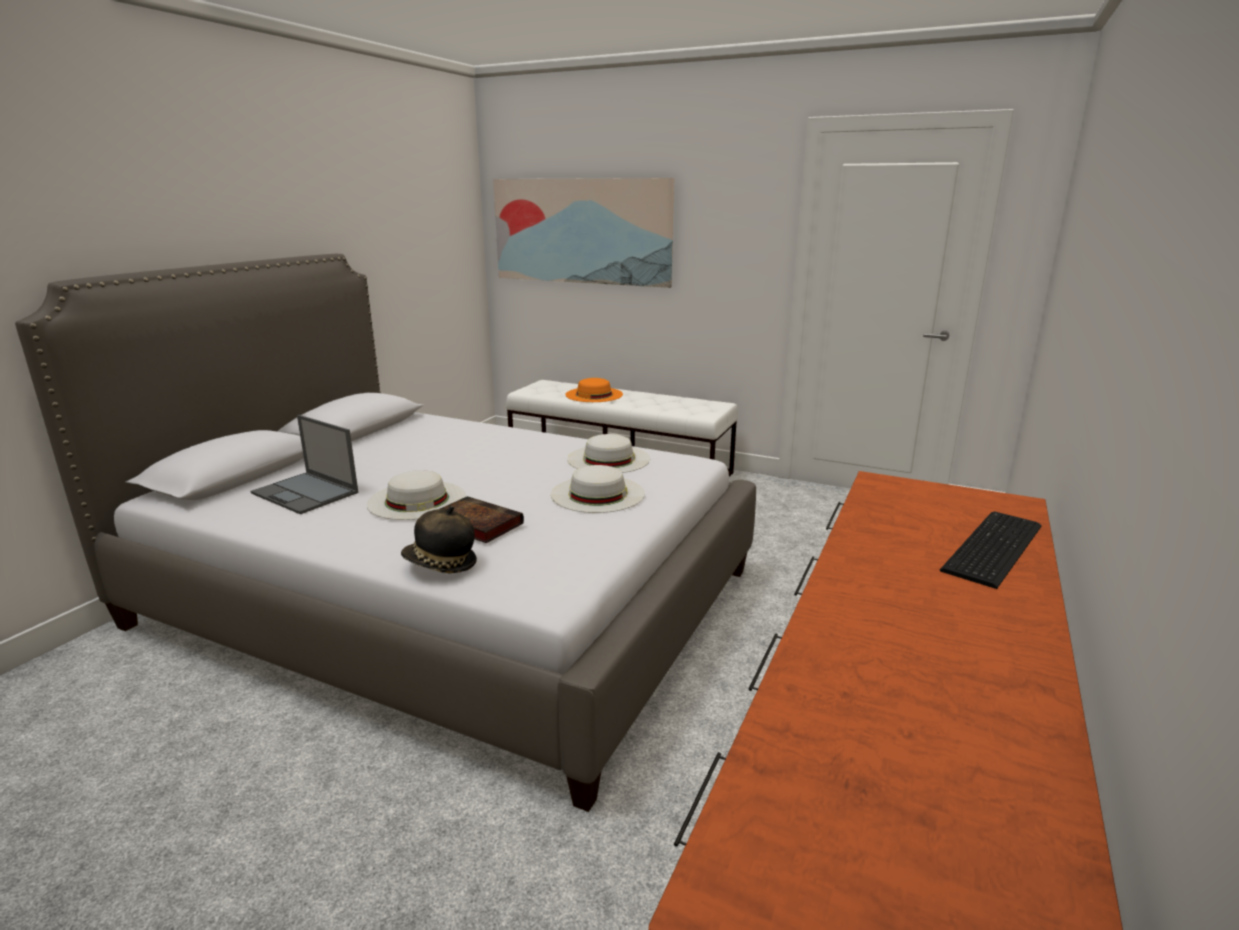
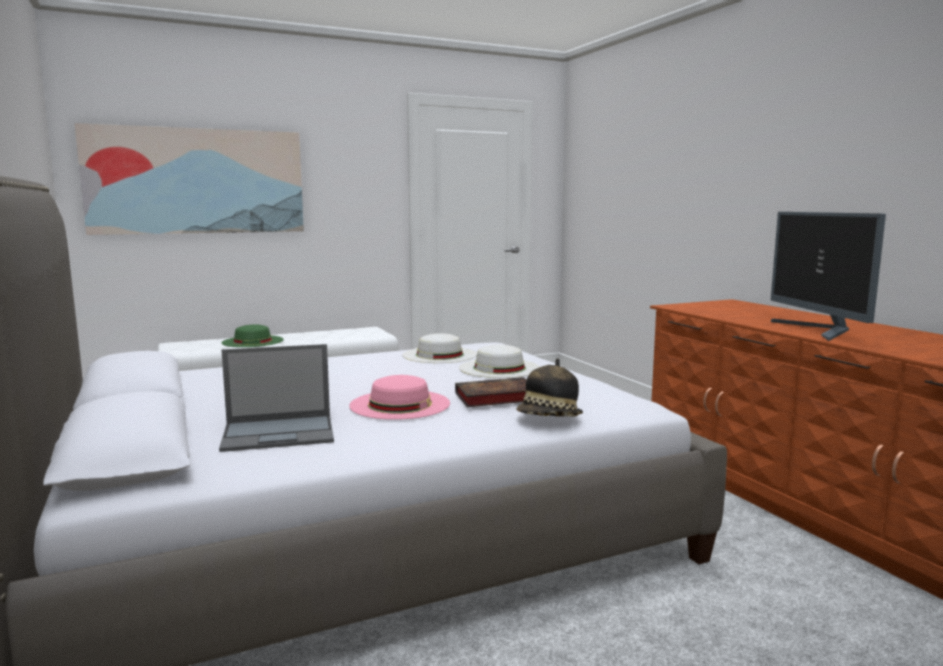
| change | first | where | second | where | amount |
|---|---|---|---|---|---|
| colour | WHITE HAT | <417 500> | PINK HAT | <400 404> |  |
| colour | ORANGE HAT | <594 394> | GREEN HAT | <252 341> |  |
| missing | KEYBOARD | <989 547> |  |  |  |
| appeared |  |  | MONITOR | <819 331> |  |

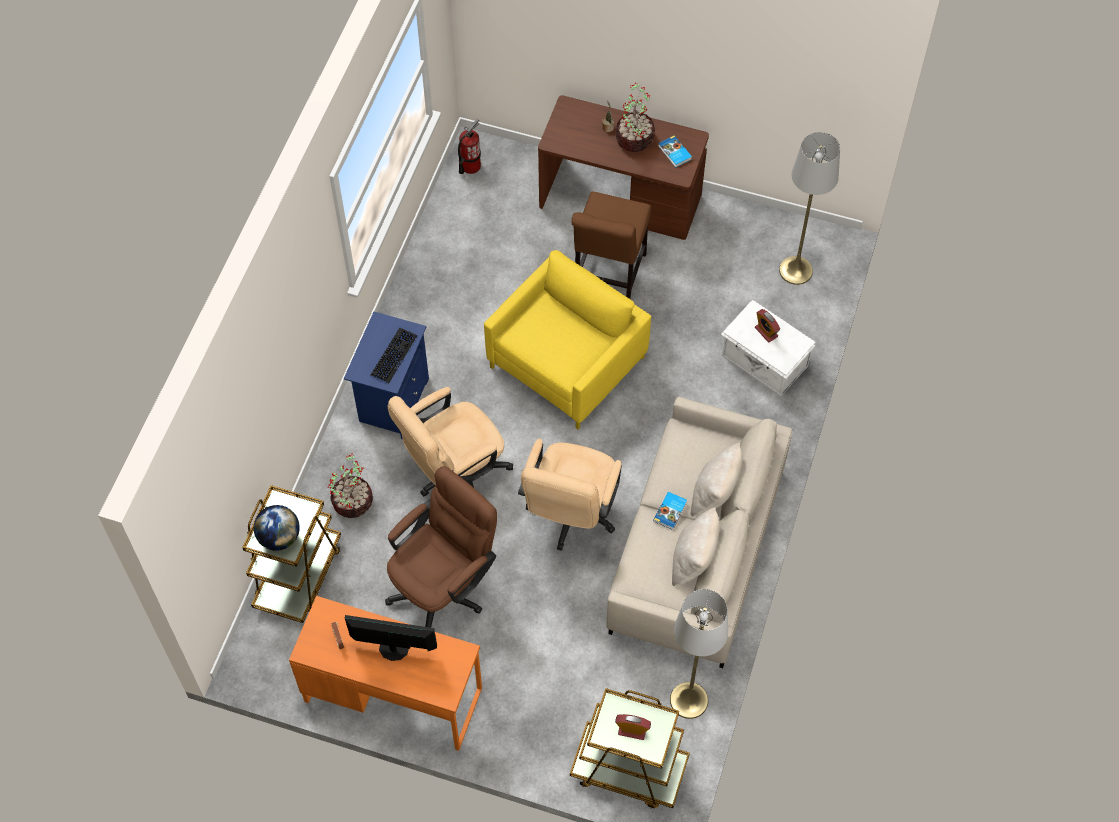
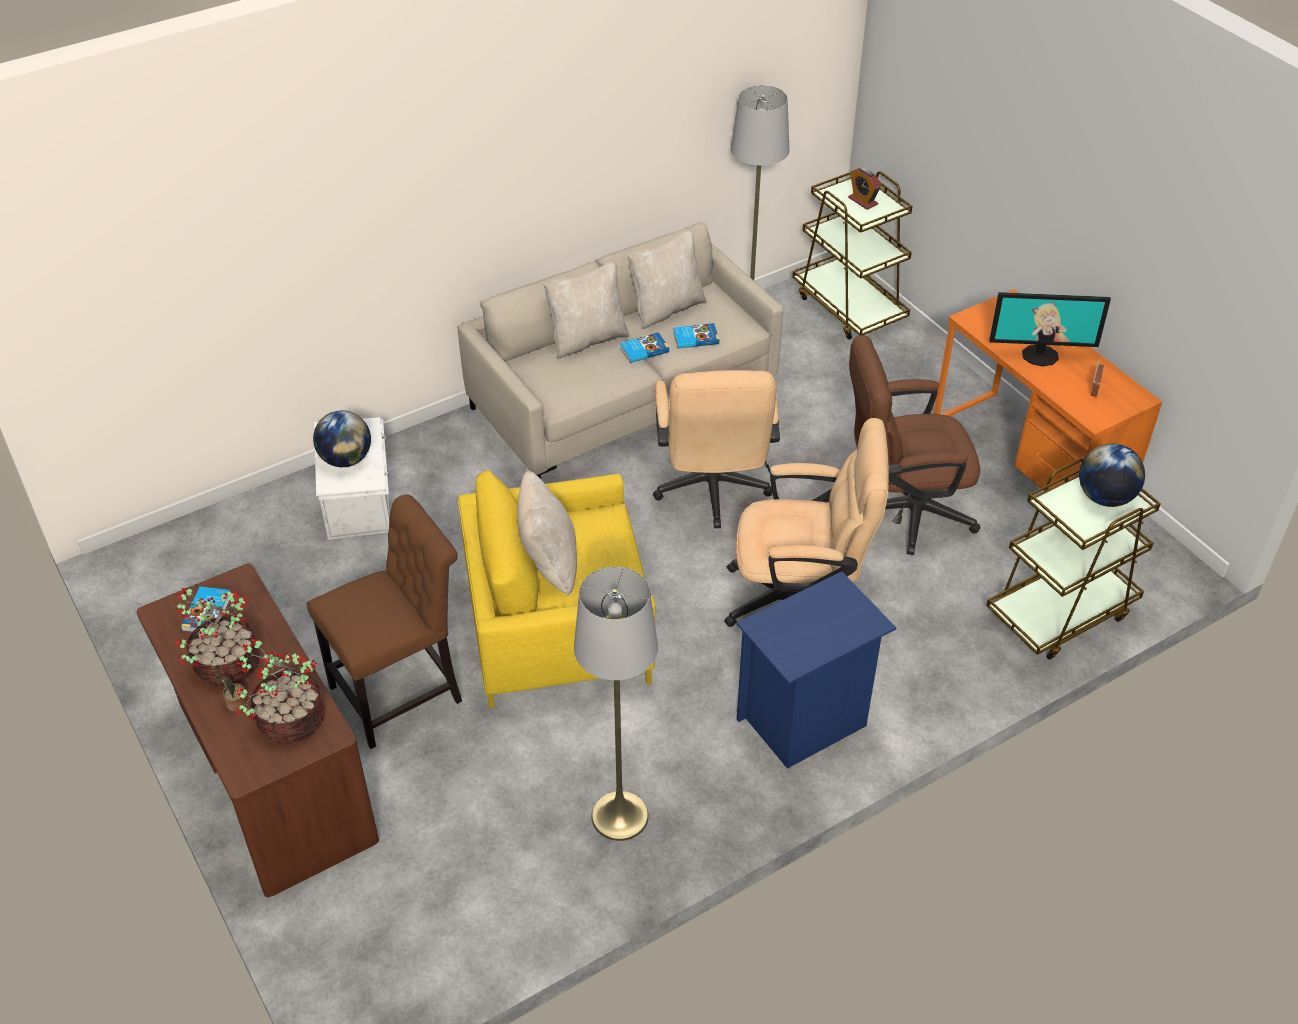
| change | first | where | second | where | amount |
|---|---|---|---|---|---|
| relocated | POTTED PLANT | <353 501> |  | <289 721> |  |
| spun | MONITOR | <393 648> |  | <1040 355> | 45 degrees counterclockwise |
| missing | KEYBOARD | <393 355> |  |  |  |
| missing | FIRE EXTINGUISHER | <470 166> |  |  |  |
| spun | BEIGE OFFICE CHAIR | <570 516> |  | <712 493> | 120 degrees clockwise |
| exchanged | ALARM CLOCK | <766 332> | GLOBE | <346 459> |  |
| relocated | GREY FLOOR LAMP | <796 270> |  | <619 816> |  |
| appeared |  |  | BEIGE PILLOW | <549 563> |  |
| appeared |  |  | BOOK | <695 338> |  |

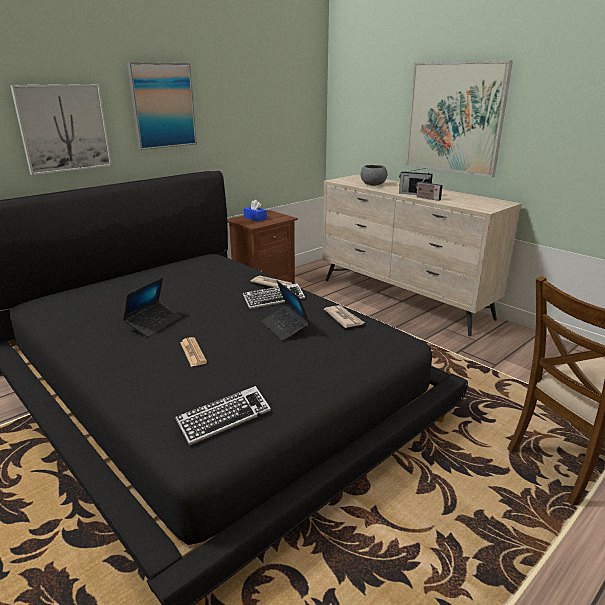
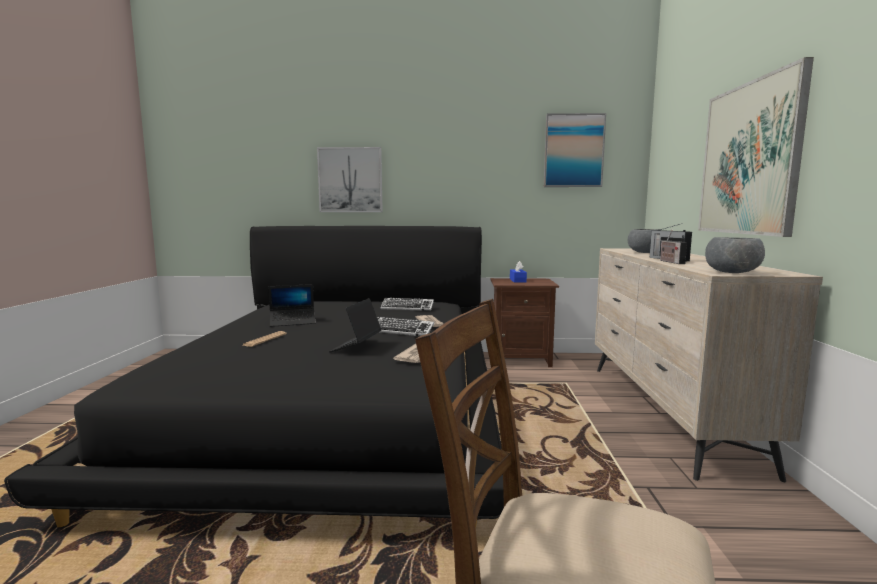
| change | first | where | second | where | amount |
|---|---|---|---|---|---|
| relocated | PICTURE | <163 106> |  | <573 151> |  |
| relocated | KEYBOARD | <224 419> |  | <407 308> |  |
| appeared |  |  | GREY BOWL | <732 272> |  |

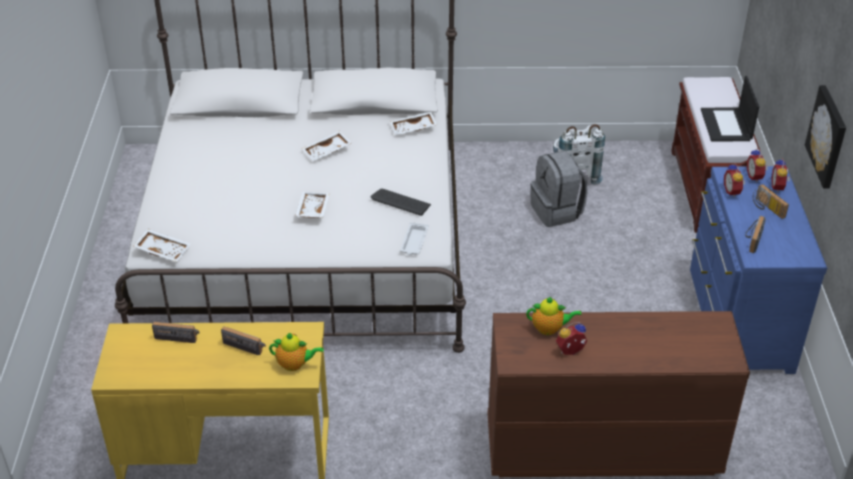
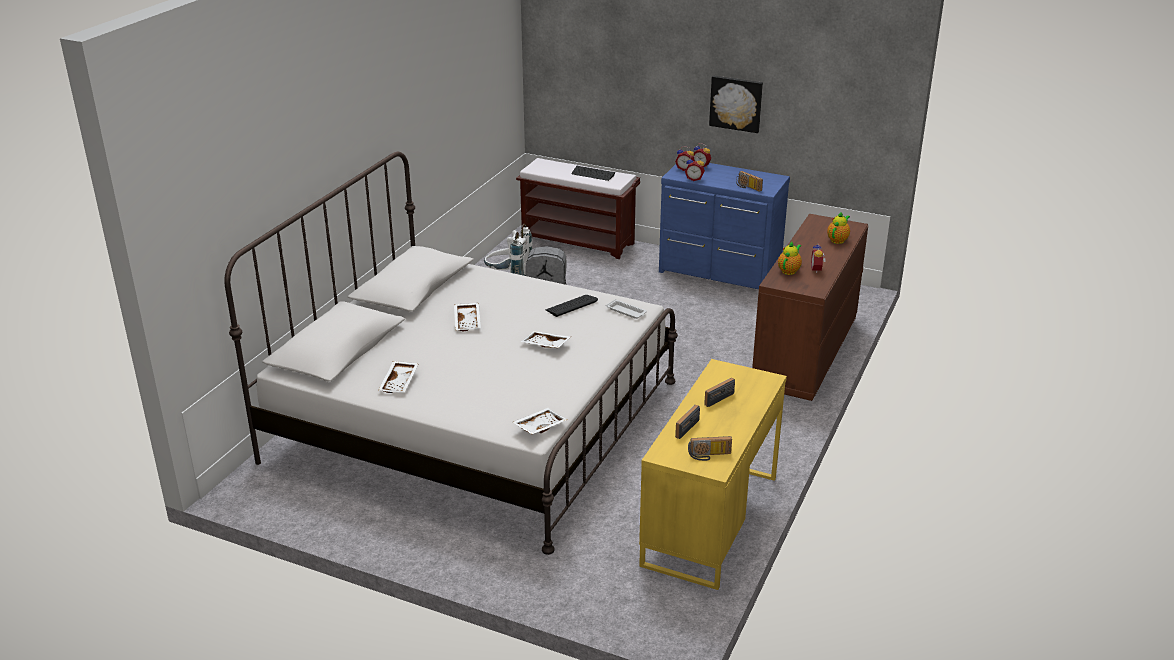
| change | first | where | second | where | amount |
|---|---|---|---|---|---|
| relocated | TEAPOT | <295 364> |  | <838 240> |  |
| relocated | WHITE TRAY | <413 129> |  | <400 382> |  |
| exchanged | LAPTOP | <726 125> | KEYBOARD | <593 174> |  |
| relocated | RADIO | <766 208> |  | <709 456> |  |

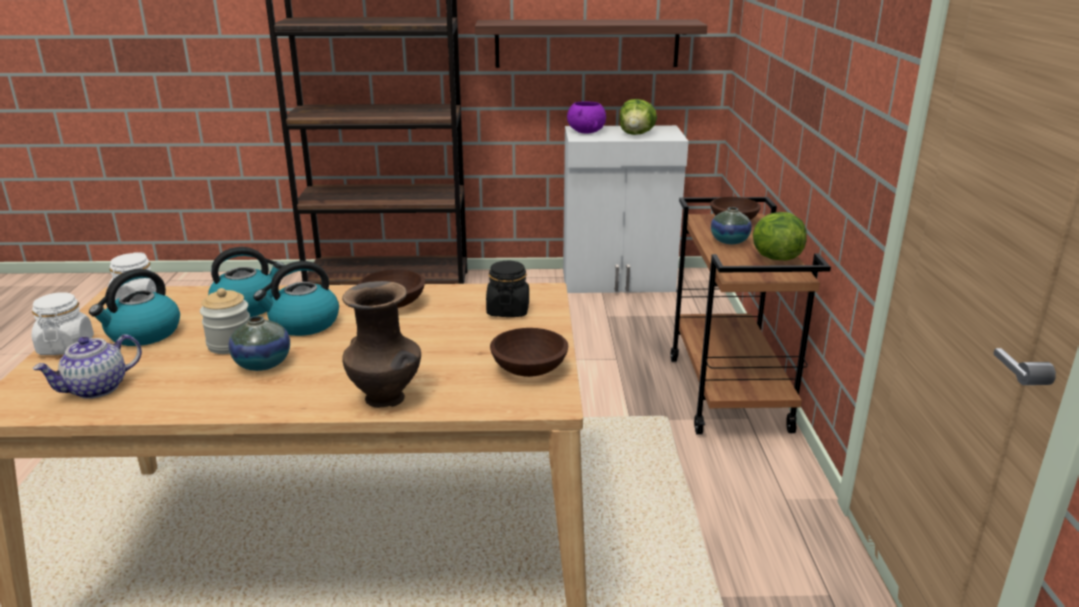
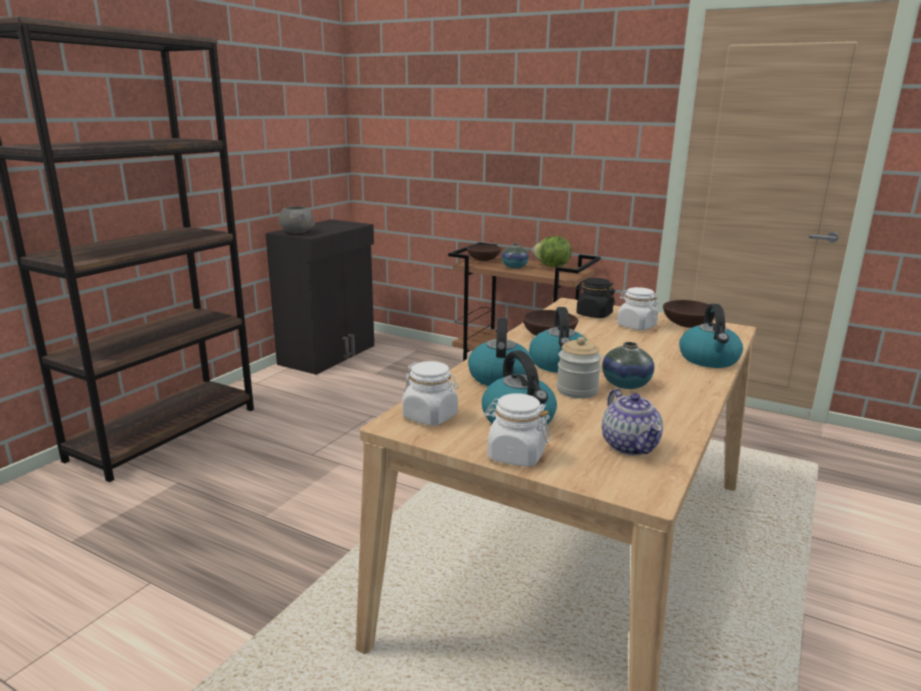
| change | first | where | second | where | amount |
|---|---|---|---|---|---|
| exchanged | BROWN VASE | <386 399> | KETTLE | <709 360> |  |
| missing | SHELF | <587 43> |  |  |  |
| colour | WHITE CABINET | <618 281> | BLACK CABINET | <329 355> |  |
| colour | PURPLE BOWL | <586 132> | GREY BOWL | <297 232> |  |
| missing | LETTUCE | <636 134> |  |  |  |
| appeared |  |  | WHITE JAR | <636 326> |  |

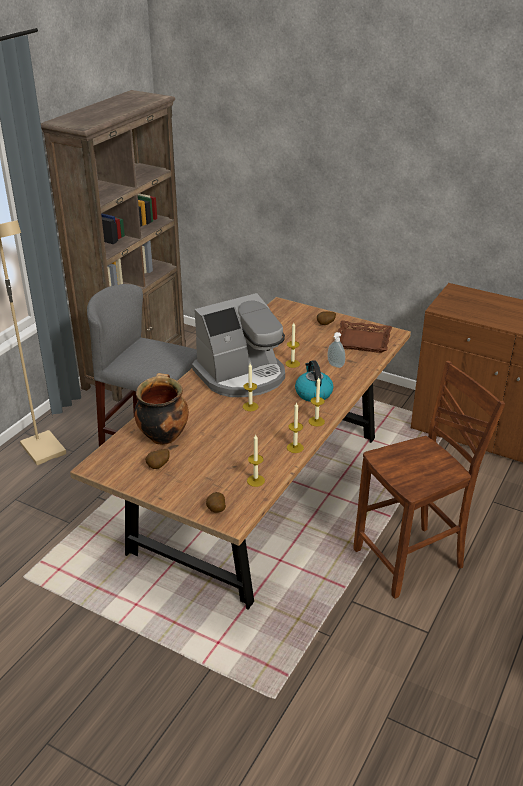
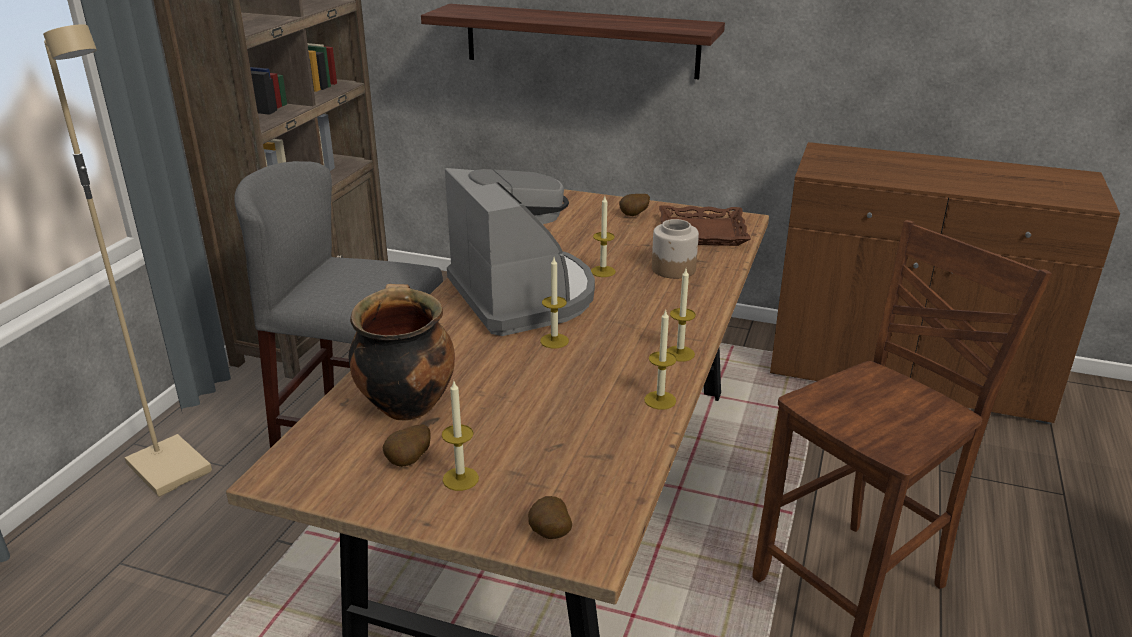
| change | first | where | second | where | amount |
|---|---|---|---|---|---|
| spun | COFFEE MACHINE | <242 376> |  | <523 296> | 75 degrees counterclockwise |
| relocated | CANDLE | <255 480> |  | <460 479> |  |
| missing | KETTLE | <313 393> |  |  |  |
| exchanged | SOAP DISPENSER | <335 366> | JAR | <674 269> |  |
| appeared |  |  | SHELF | <580 40> |  |

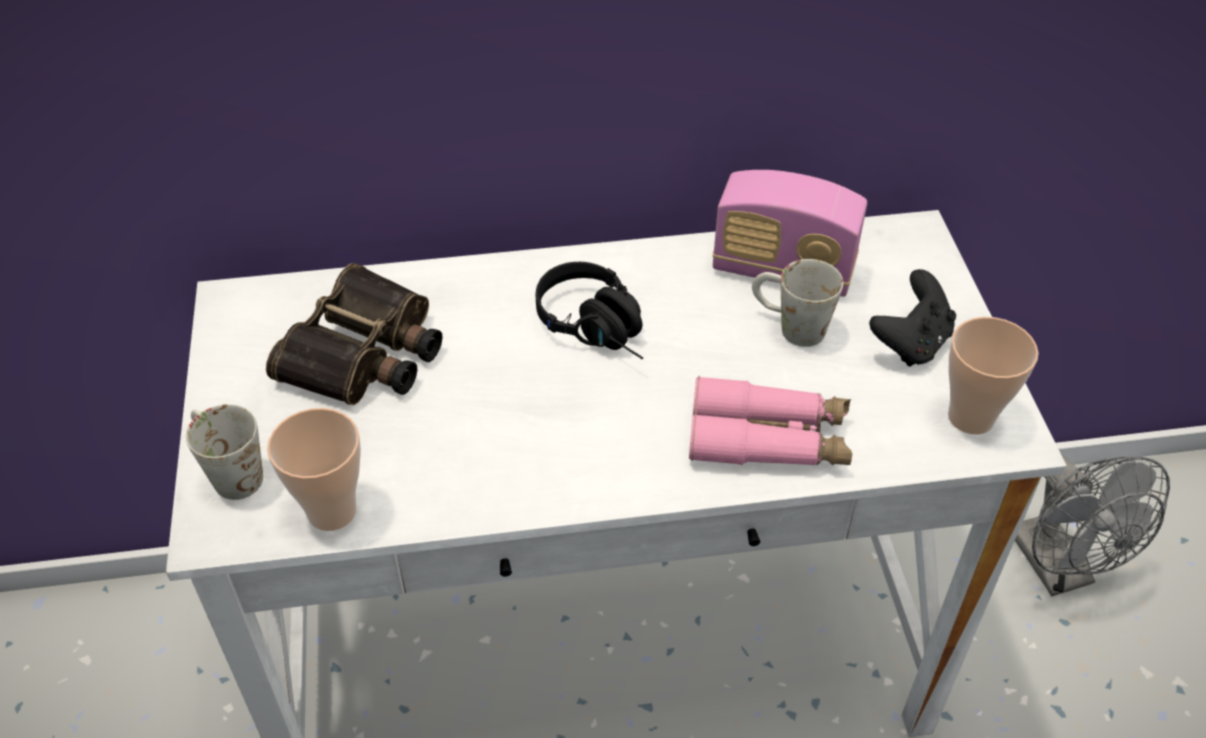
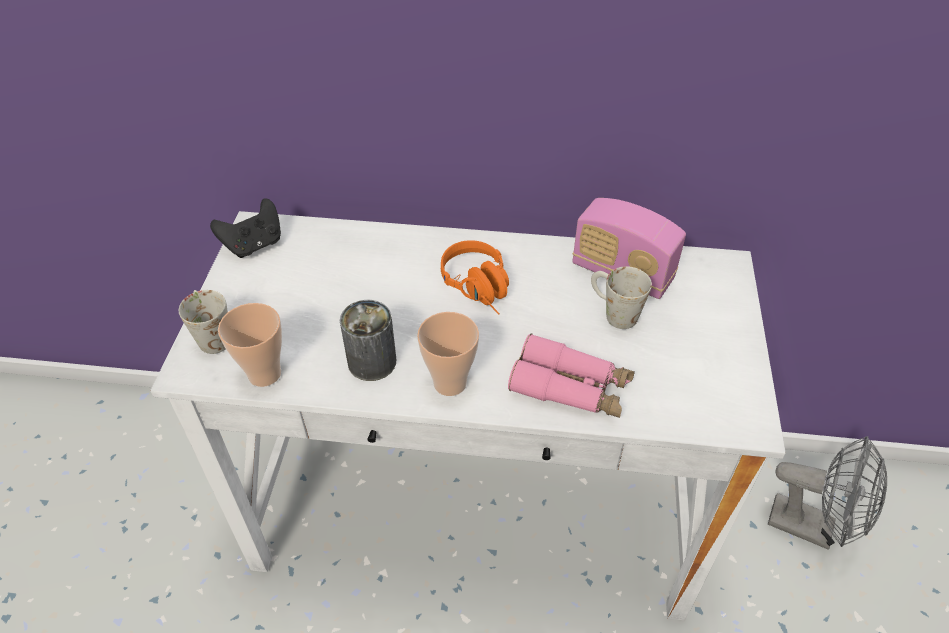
| change | first | where | second | where | amount |
|---|---|---|---|---|---|
| missing | BINOCULARS | <366 353> |  |  |  |
| colour | BLACK HEADPHONES | <600 329> | ORANGE HEADPHONES | <481 289> |  |
| relocated | BLACK GAME CONTROLLER | <910 343> |  | <254 245> |  |
| relocated | CUP | <971 417> |  | <450 383> |  |
| spun | GREY FAN | <1059 569> |  | <812 527> | 60 degrees counterclockwise |
| appeared |  |  | CAN | <372 361> |  |

